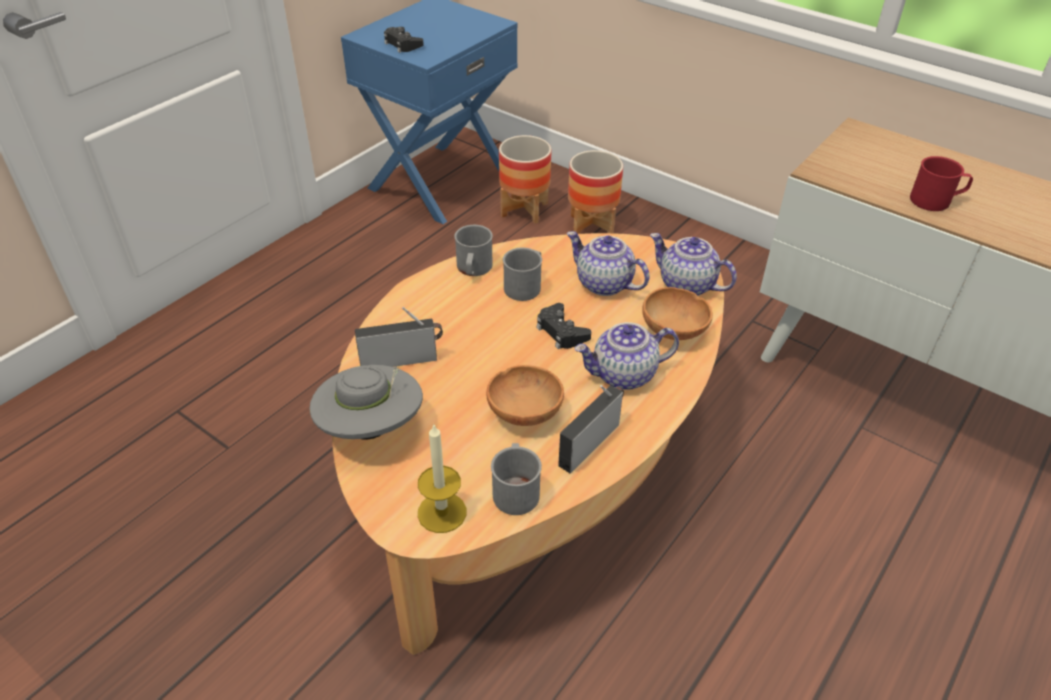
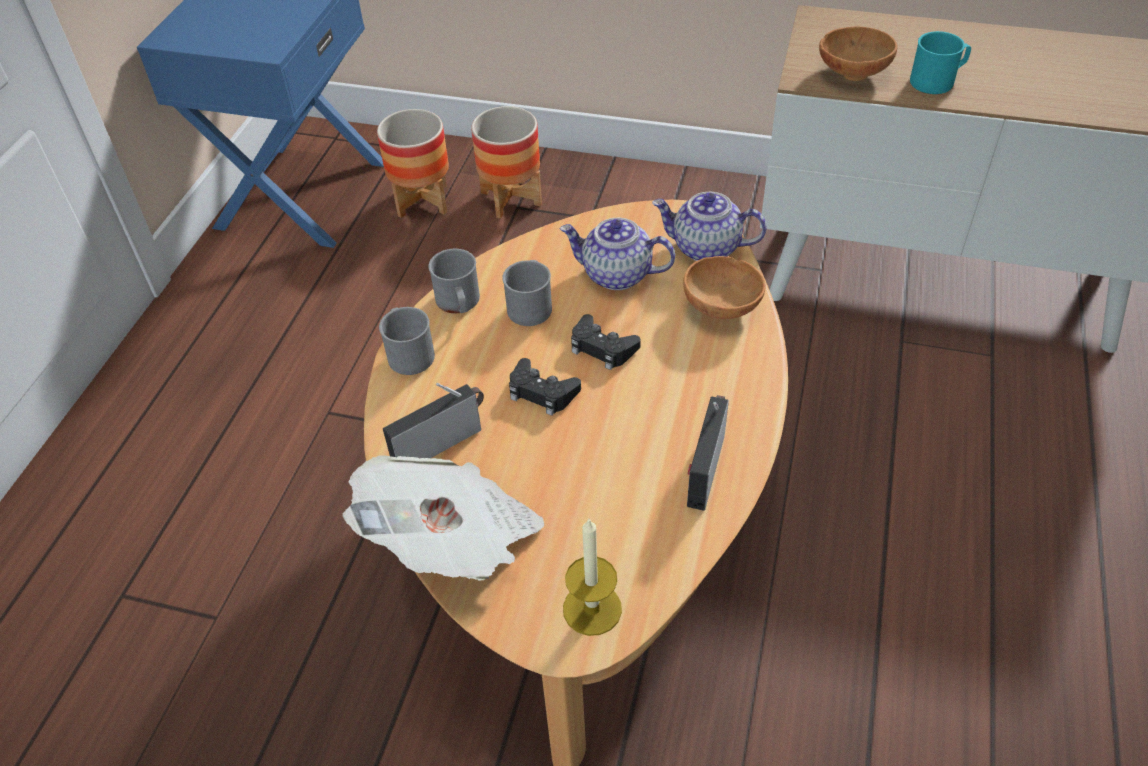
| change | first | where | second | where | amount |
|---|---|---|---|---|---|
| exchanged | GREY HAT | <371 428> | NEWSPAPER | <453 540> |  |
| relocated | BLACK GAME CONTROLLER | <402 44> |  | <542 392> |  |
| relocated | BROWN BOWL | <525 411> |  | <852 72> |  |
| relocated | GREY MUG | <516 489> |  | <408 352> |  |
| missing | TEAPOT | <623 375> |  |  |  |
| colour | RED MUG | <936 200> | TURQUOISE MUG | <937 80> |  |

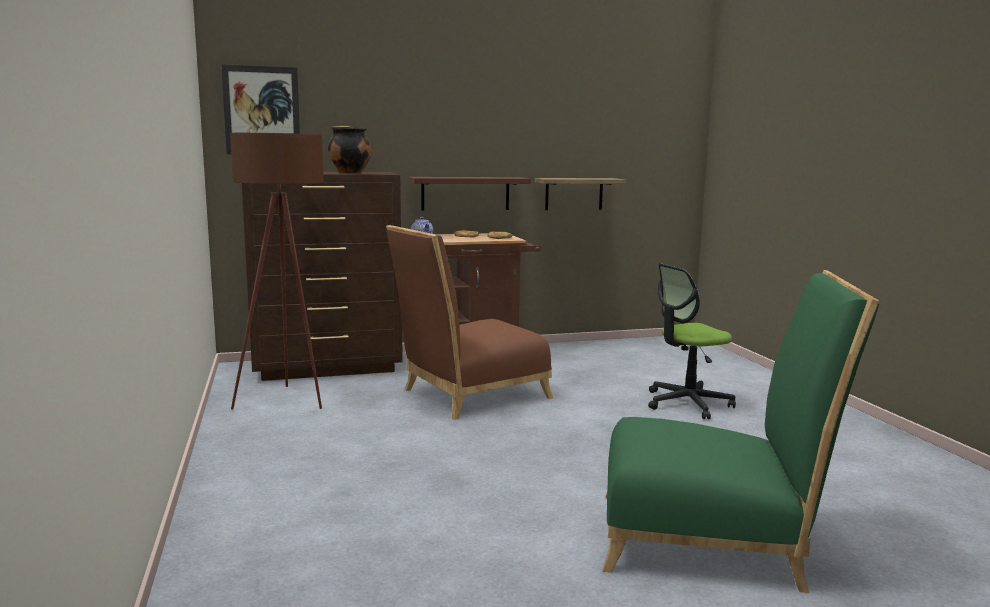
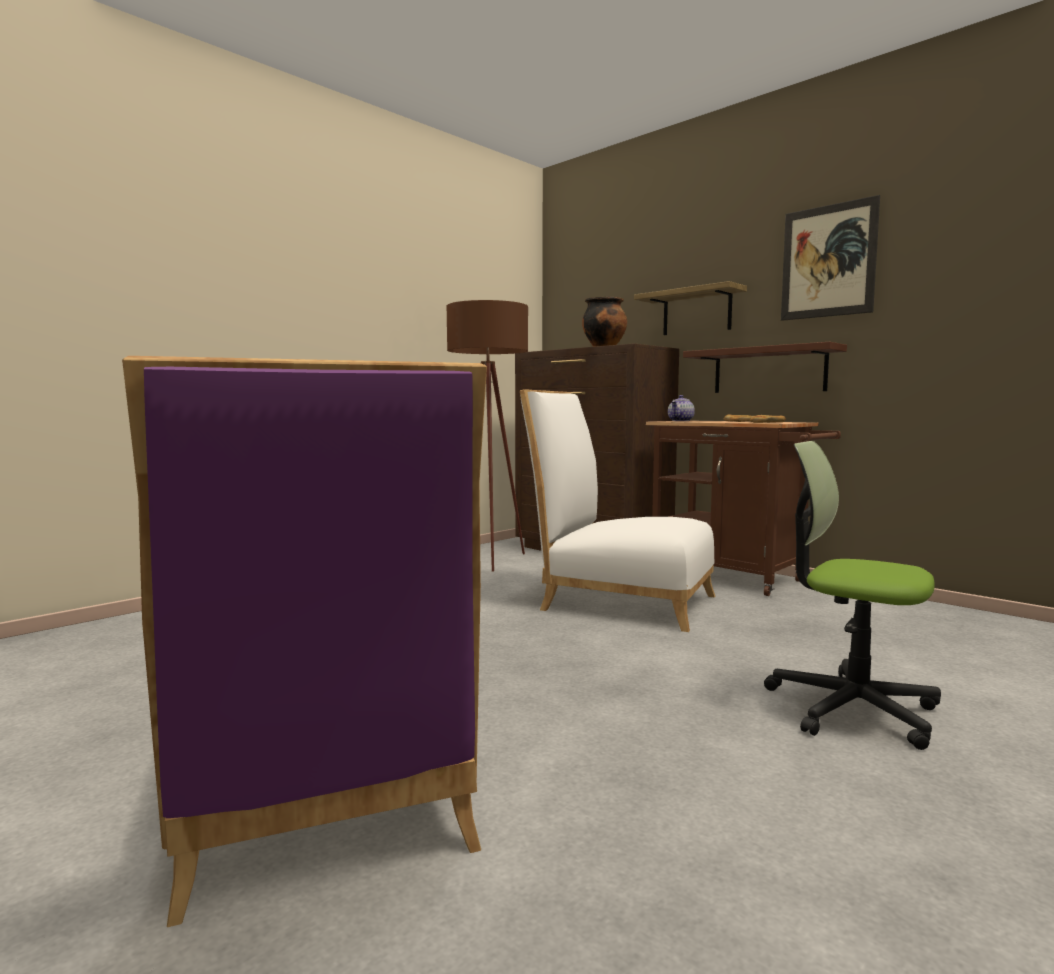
| change | first | where | second | where | amount |
|---|---|---|---|---|---|
| relocated | PICTURE | <262 110> |  | <828 261> |  |
| colour | BROWN CHAIR | <468 395> | WHITE CHAIR | <618 601> |  |
| relocated | SHELF | <574 194> |  | <696 312> |  |
| colour | GREEN CHAIR | <712 540> | PURPLE CHAIR | <324 806> |  |

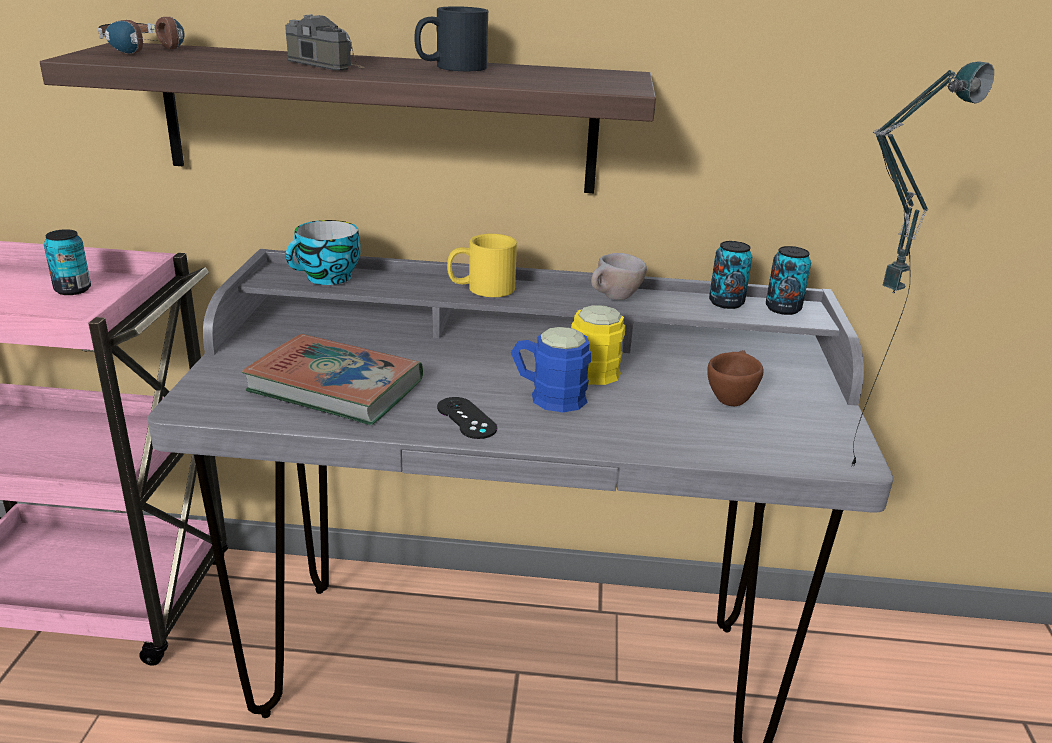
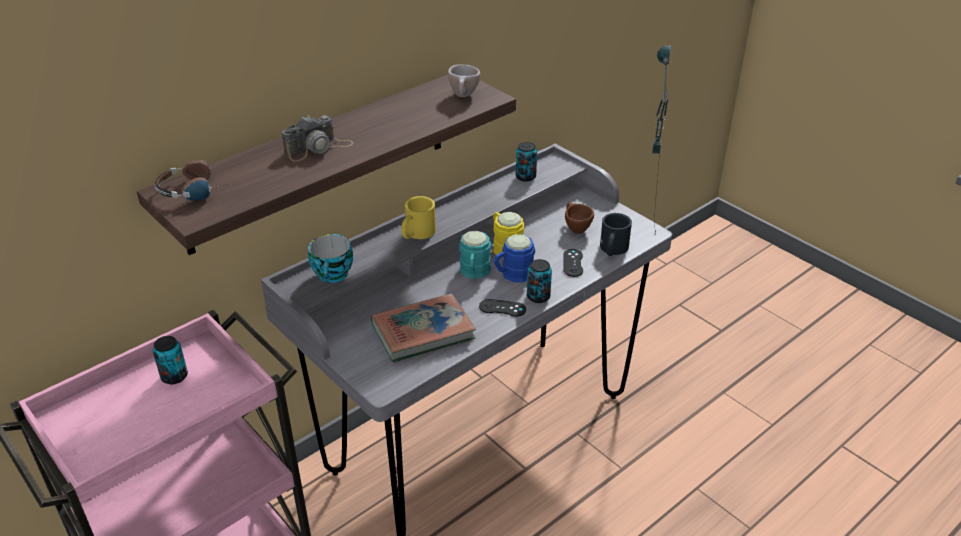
| change | first | where | second | where | amount |
|---|---|---|---|---|---|
| spun | PHOTO CAMERA | <323 62> |  | <318 148> | 150 degrees clockwise |
| relocated | BLACK MUG | <451 67> |  | <612 250> |  |
| relocated | BEIGE CUP | <614 299> |  | <464 96> |  |
| relocated | CAN | <783 308> |  | <538 297> |  |
| appeared |  |  | TURQUOISE MUG | <474 272> |  |
| appeared |  |  | BLACK GAME CONTROLLER | <573 263> |  |

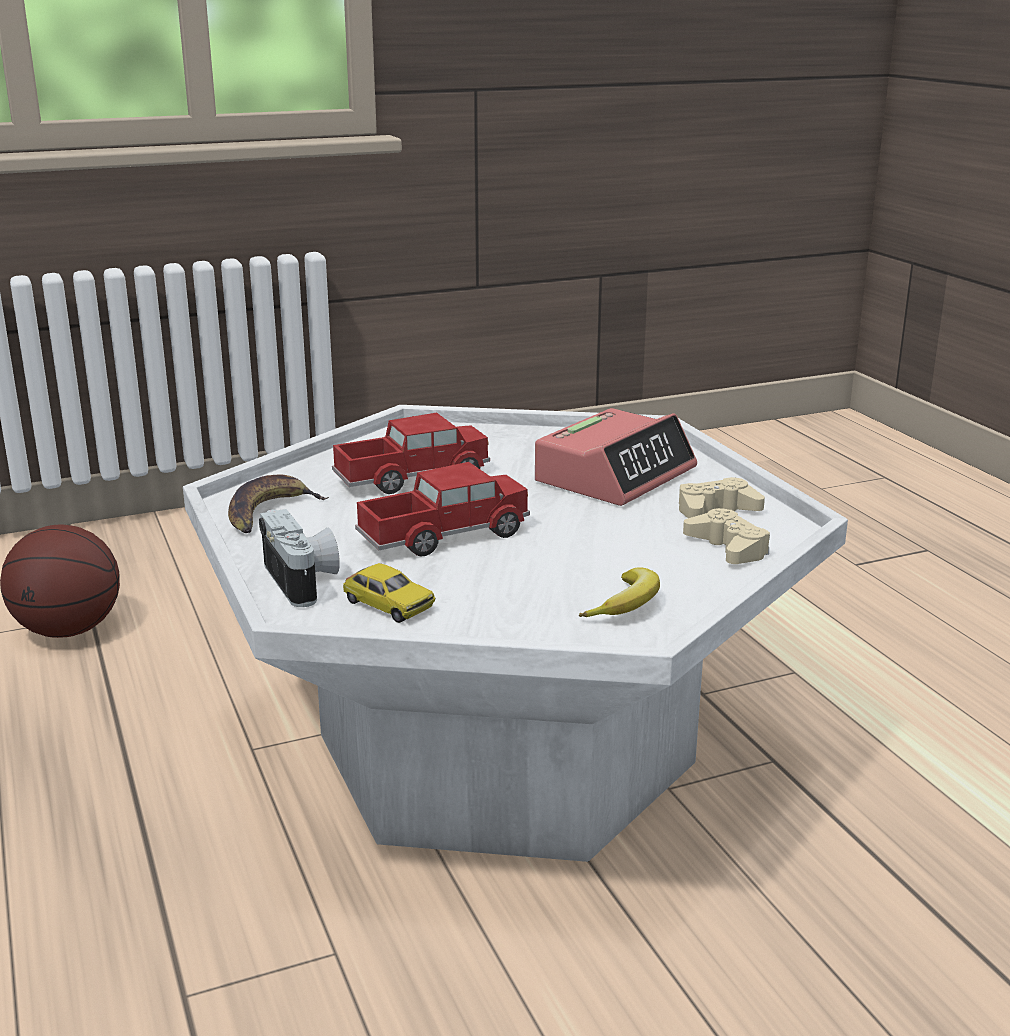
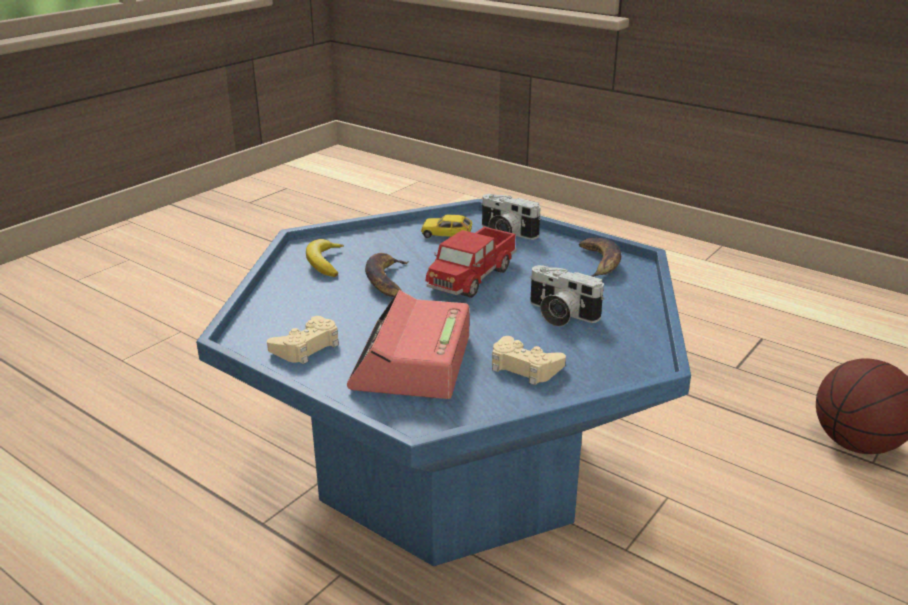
| change | first | where | second | where | amount |
|---|---|---|---|---|---|
| colour | WHITE COFFEE TABLE | <502 749> | BLUE COFFEE TABLE | <454 463> |  |
| exchanged | TOY TRUCK | <412 478> | PHOTO CAMERA | <559 315> |  |
| relocated | BEIGE GAME CONTROLLER | <728 548> |  | <524 367> |  |
| appeared |  |  | BANANA | <387 281> |  |

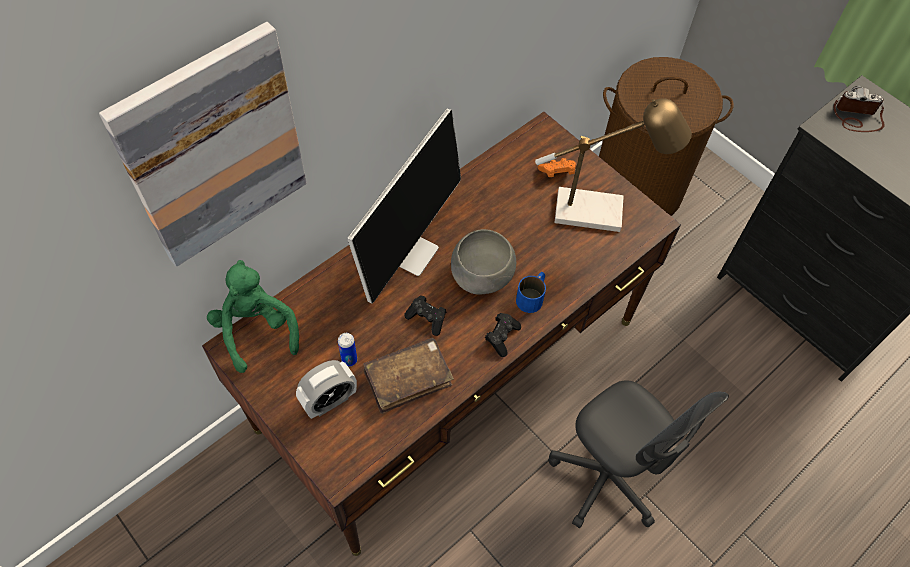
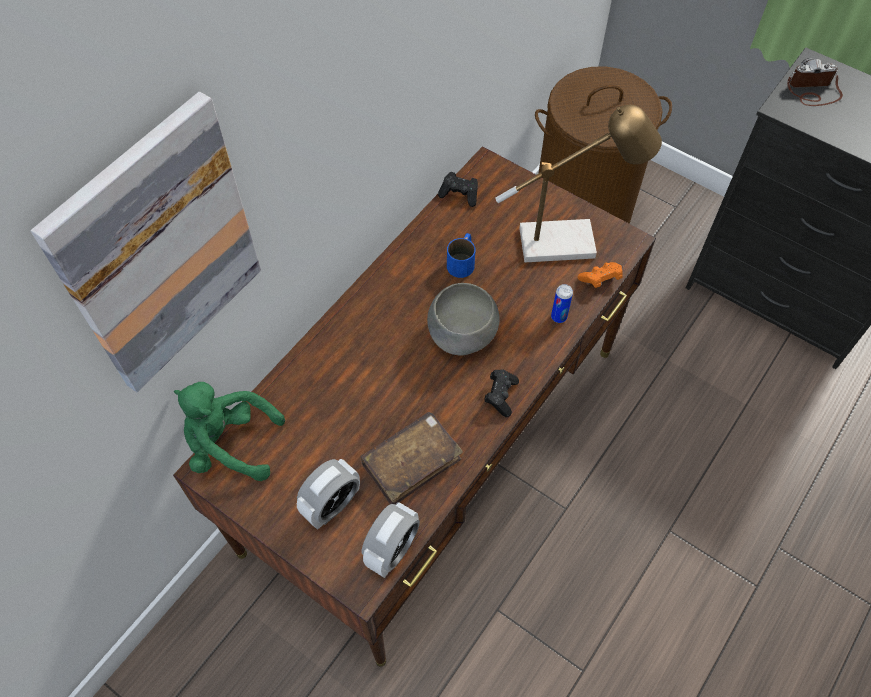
| change | first | where | second | where | amount |
|---|---|---|---|---|---|
| spun | GREEN PLUSH TOY | <256 330> |  | <230 445> | 45 degrees counterclockwise |
| relocated | CAN | <349 360> |  | <559 317> |  |
| missing | MONITOR | <410 250> |  |  |  |
| relocated | BLACK GAME CONTROLLER | <427 319> |  | <460 194> |  |
| relocated | BLUE MUG | <532 295> |  | <462 260> |  |
| relocated | ORANGE GAME CONTROLLER | <557 173> |  | <600 280> |  |
| missing | GREY OFFICE CHAIR | <606 477> |  |  |  |
| appeared |  |  | ALARM CLOCK | <392 550> |  |

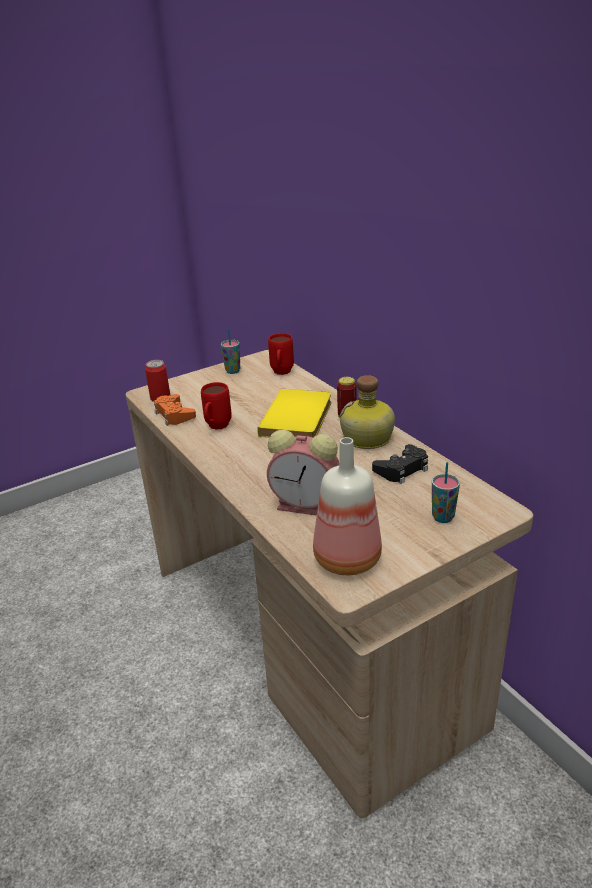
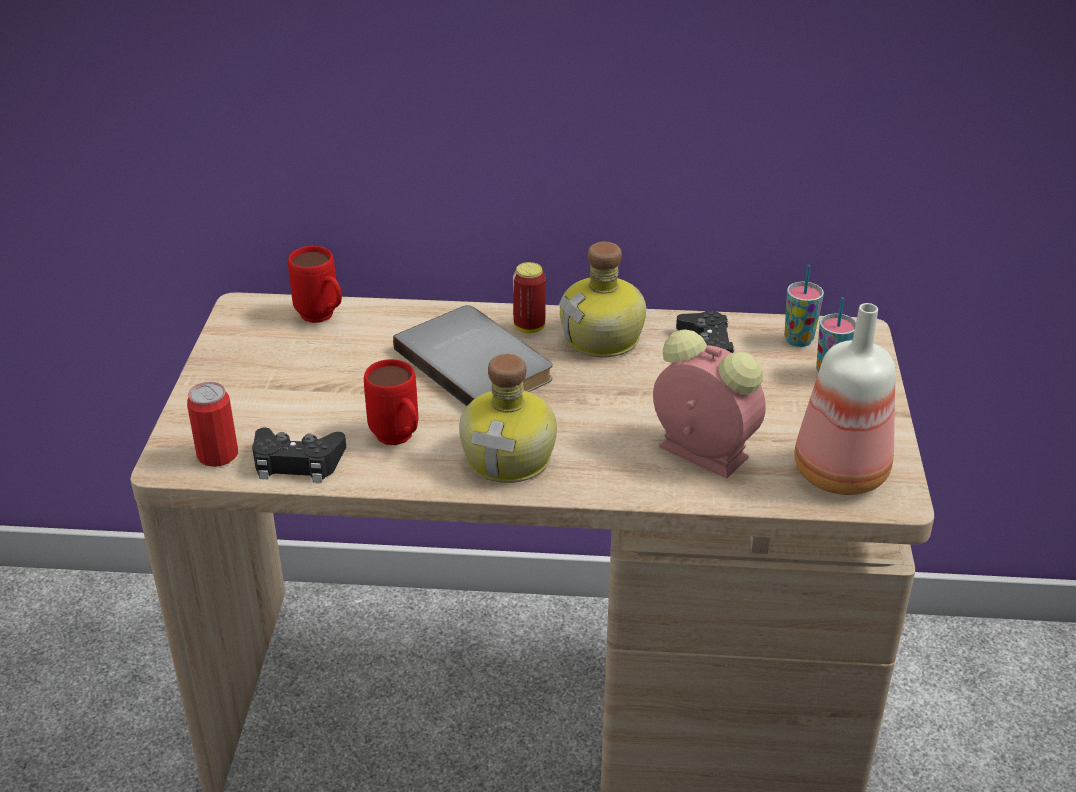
| change | first | where | second | where | amount |
|---|---|---|---|---|---|
| colour | ORANGE GAME CONTROLLER | <174 414> | BLACK GAME CONTROLLER | <297 462> |  |
| relocated | CUP | <233 371> |  | <798 340> |  |
| colour | YELLOW BOOK | <299 418> | GREY BOOK | <477 362> |  |
| spun | ALARM CLOCK | <308 505> |  | <699 451> | 105 degrees counterclockwise |
| appeared |  |  | BOTTLE | <511 457> |  |

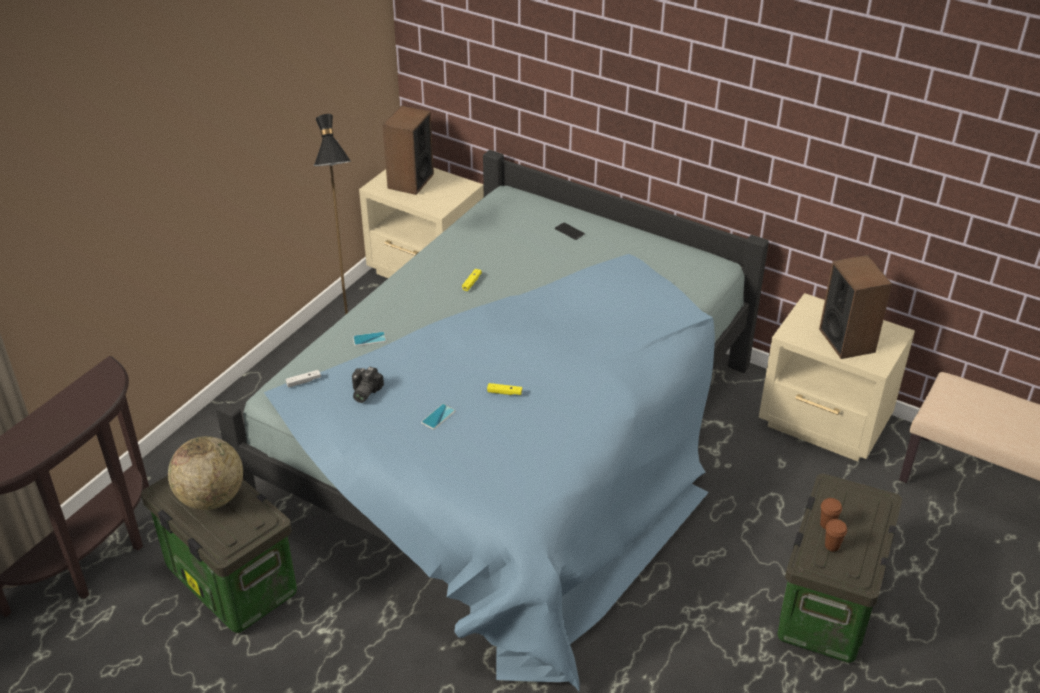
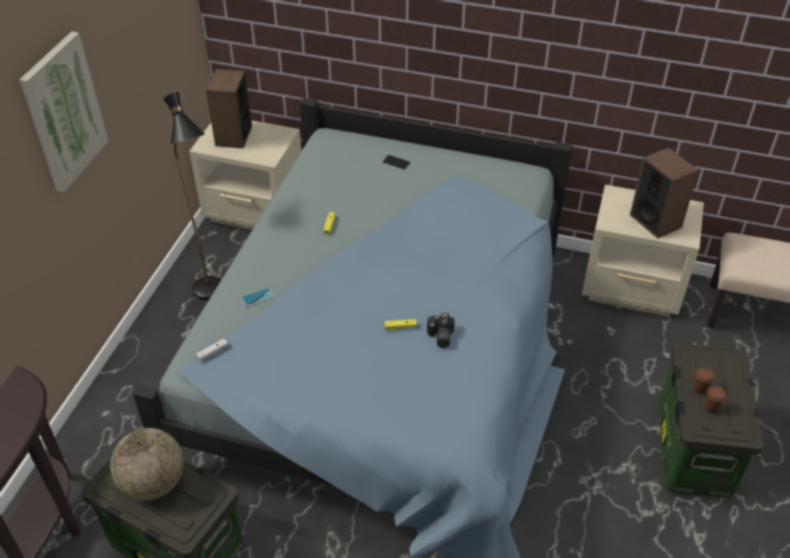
| change | first | where | second | where | amount |
|---|---|---|---|---|---|
| relocated | PHOTO CAMERA | <363 392> |  | <439 337> |  |
| missing | PHONE | <438 417> |  |  |  |
| appeared |  |  | PICTURE | <64 112> |  |

